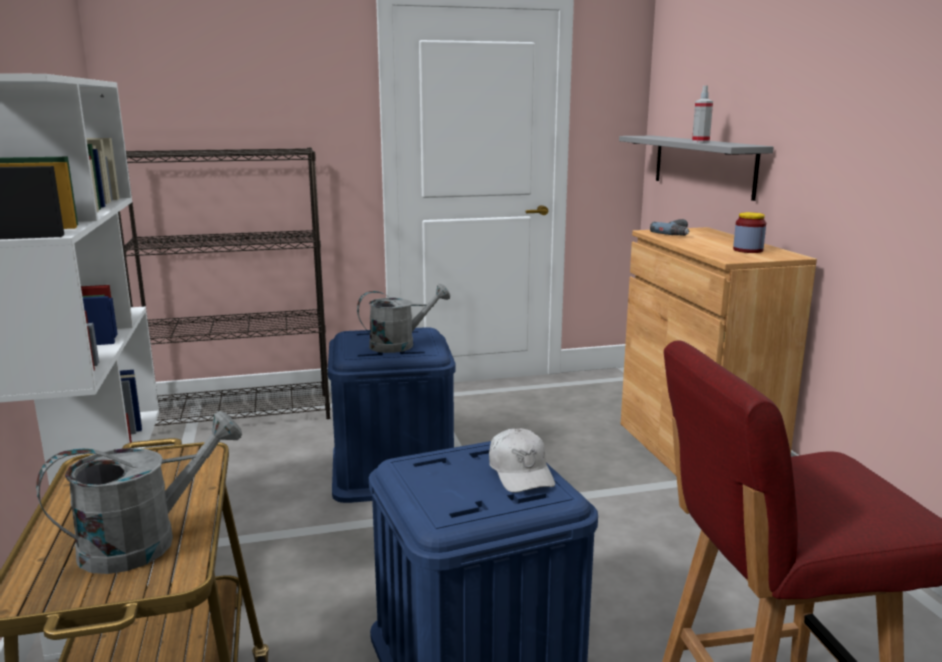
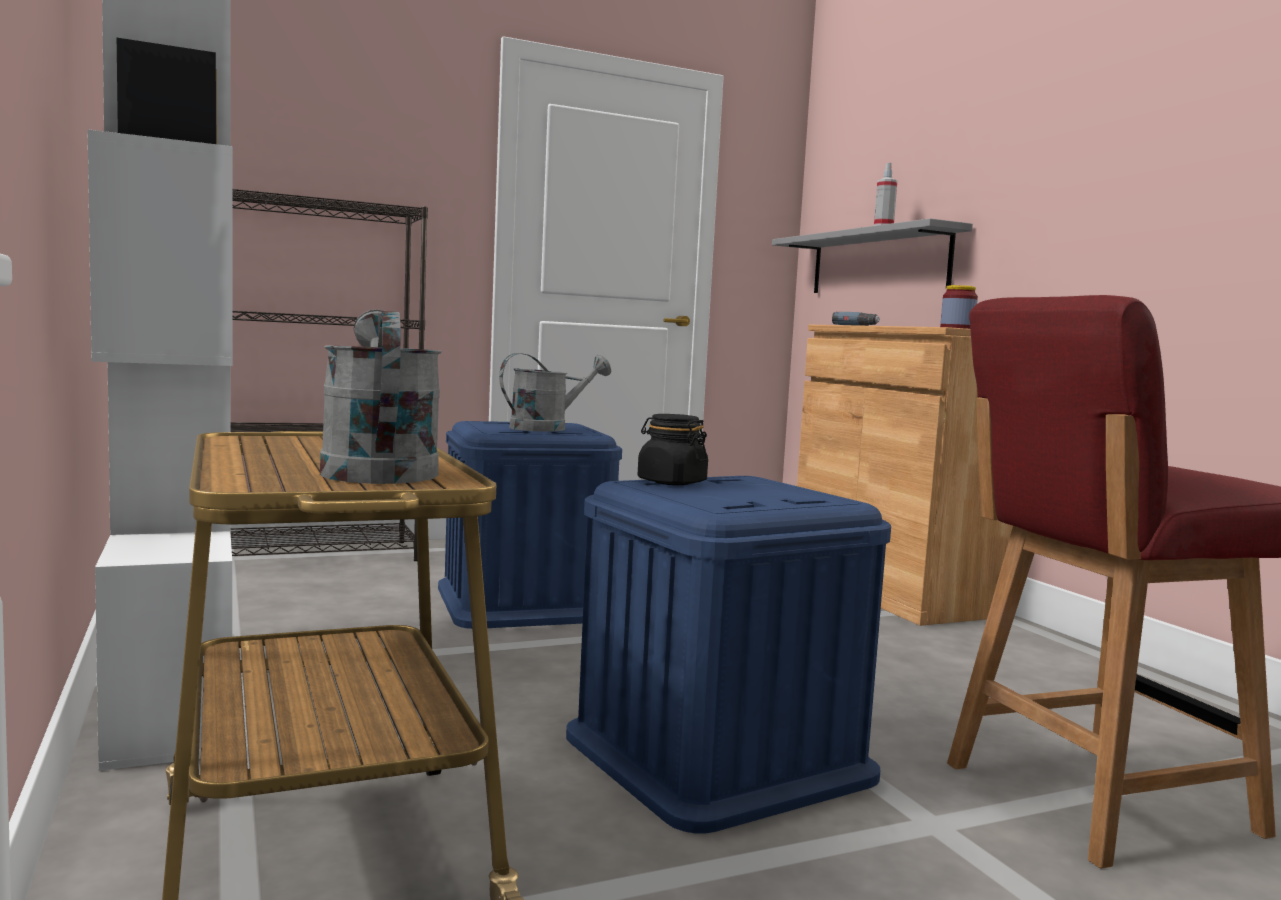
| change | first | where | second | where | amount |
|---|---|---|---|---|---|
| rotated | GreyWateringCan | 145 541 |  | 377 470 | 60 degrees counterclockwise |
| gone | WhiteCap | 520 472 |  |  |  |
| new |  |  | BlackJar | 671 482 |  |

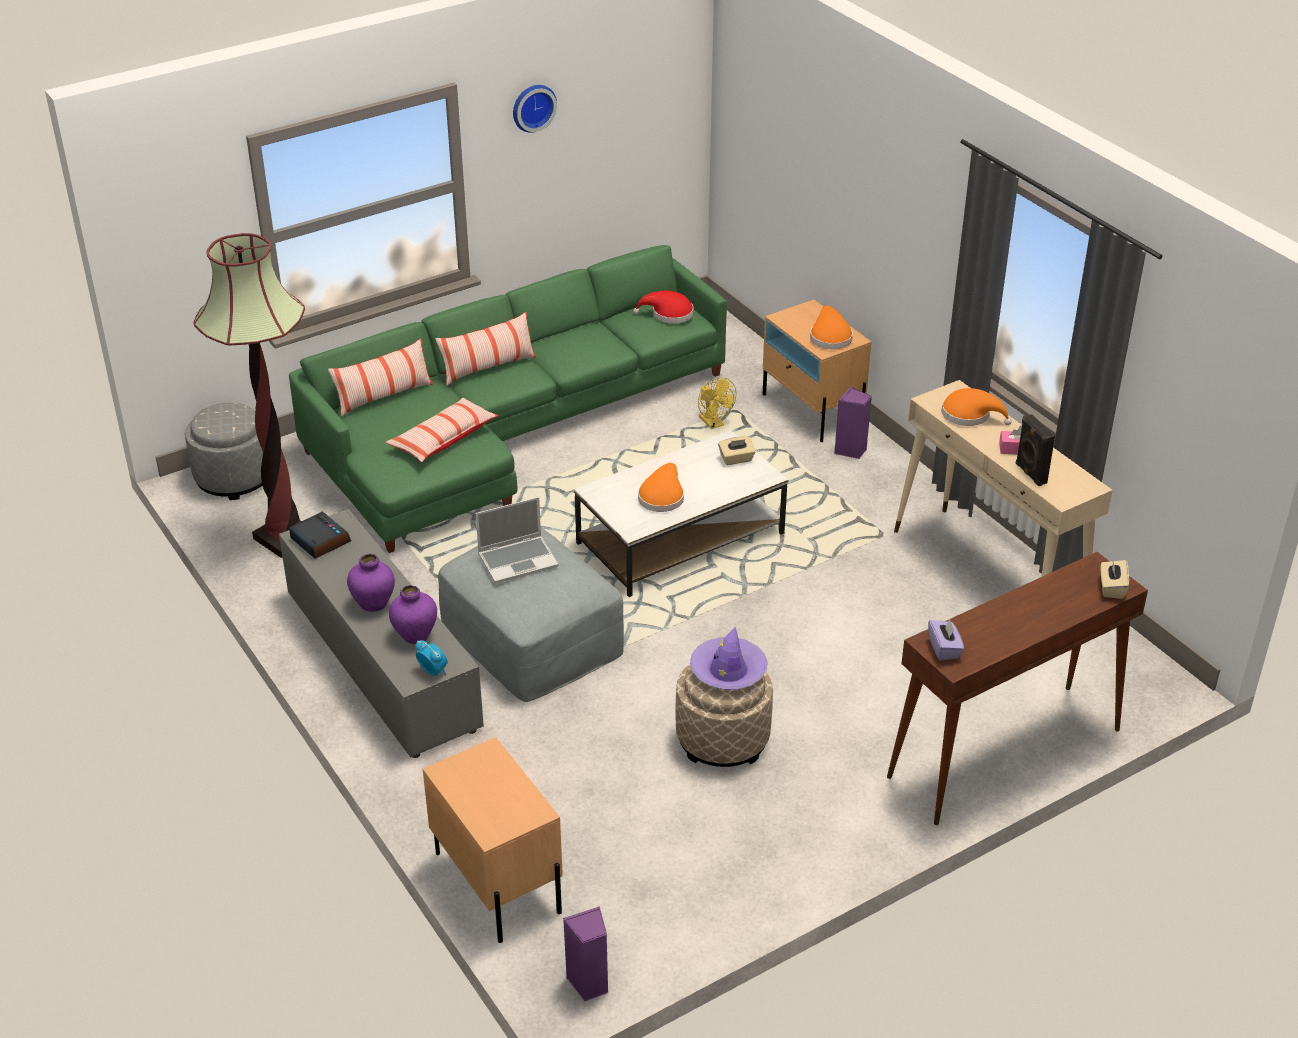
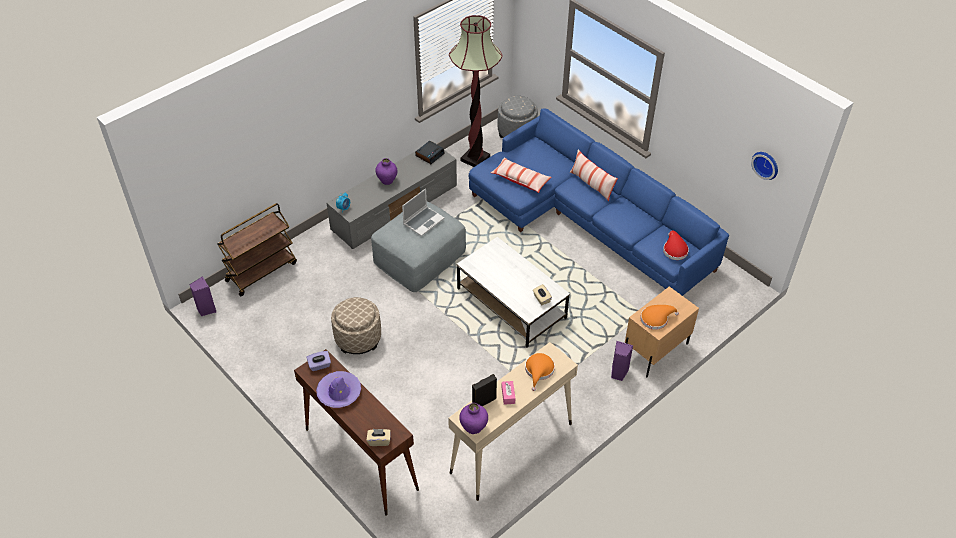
| change | first | where | second | where | amount |
|---|---|---|---|---|---|
| repainted | GreenSofa | 504 430 | BlueSofa | 587 218 |  |
| gone | Pillow | 383 397 |  |  |  |
| shifted | PurpleVase | 415 636 |  | 473 428 |  |
| swapped | BeigeNightstand | 497 881 | BrownCart | 261 271 |  |
| rotated | Laptop | 518 560 |  | 423 221 | 105 degrees counterclockwise |
| shifted | WallClock | 532 107 |  | 766 164 |  |
| gone | OrangeHat | 662 496 |  |  |  |
| shifted | PurpleHat | 728 671 |  | 339 392 |  |
| gone | YellowFan | 714 424 |  |  |  |

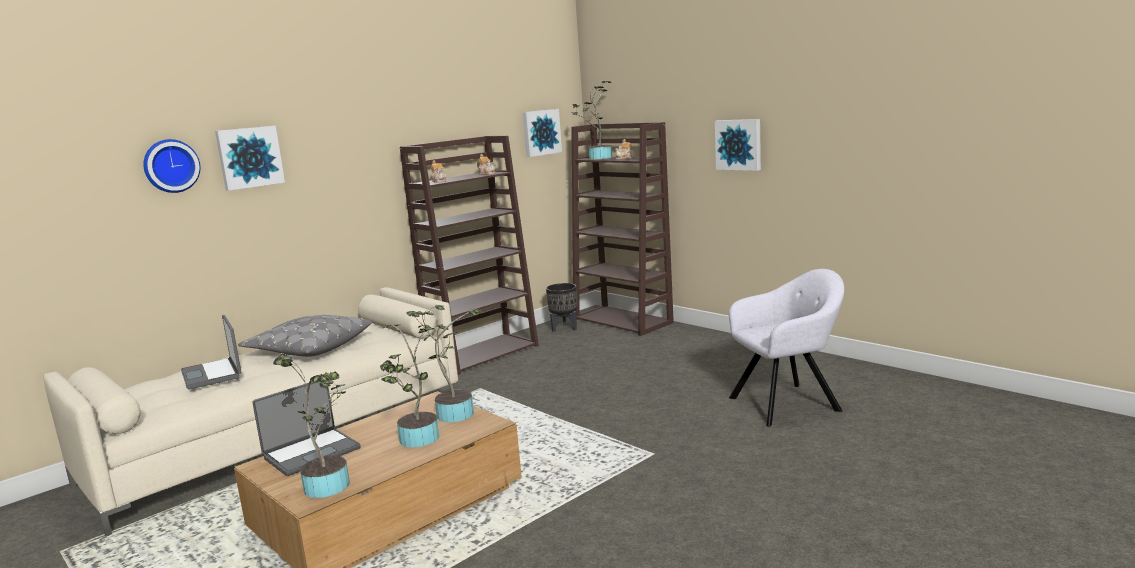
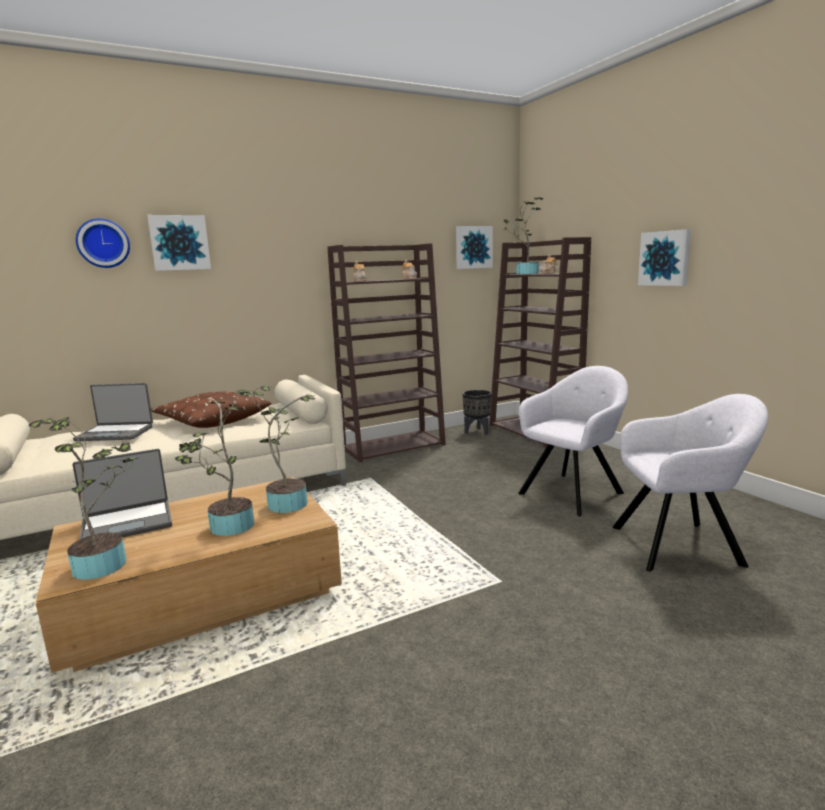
| change | first | where | second | where | amount |
|---|---|---|---|---|---|
| rotated | Laptop | 213 374 |  | 116 433 | 75 degrees counterclockwise |
| repainted | GreyPillow | 308 348 | BrownPillow | 212 420 |  |
| new |  |  | GreyArmchair | 573 492 |  |

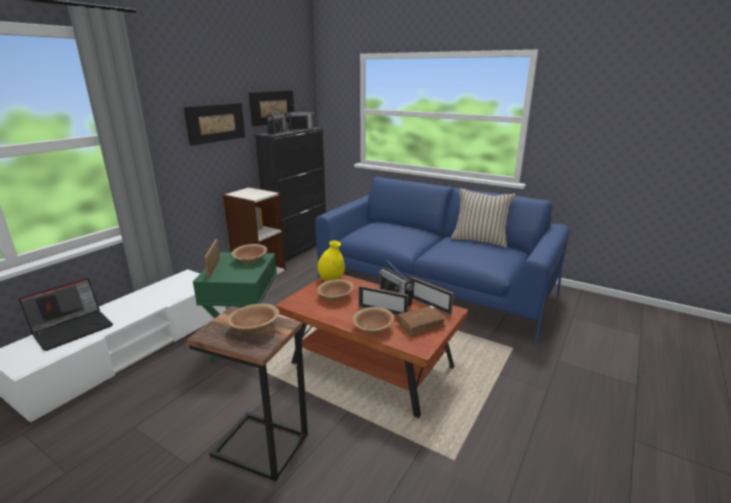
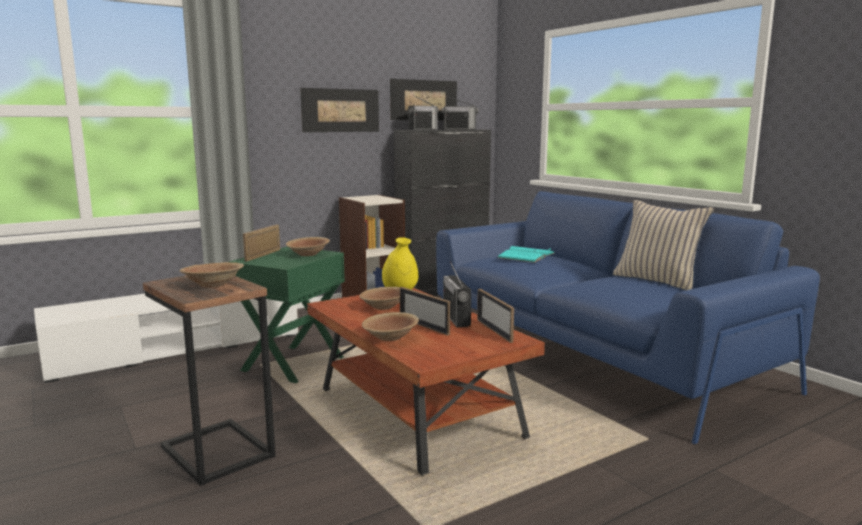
| change | first | where | second | where | amount |
|---|---|---|---|---|---|
| gone | Laptop | 73 328 |  |  |  |
| gone | BrownBook | 421 325 |  |  |  |
| new |  |  | TurquoiseBook | 526 255 |  |

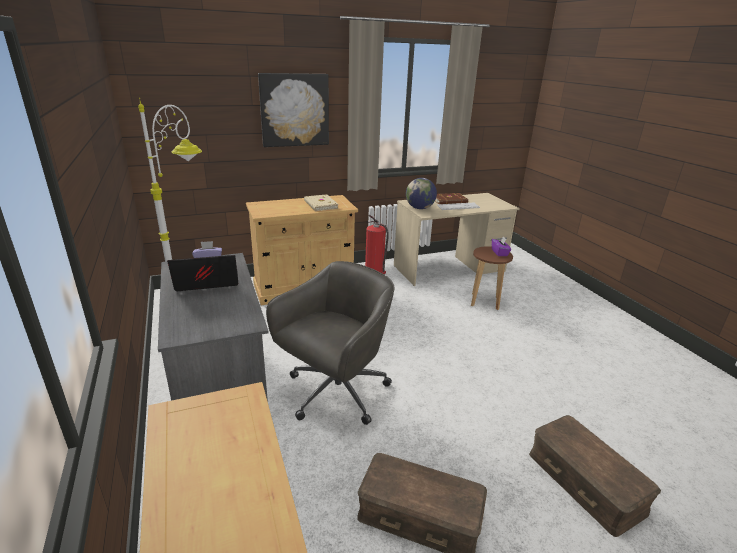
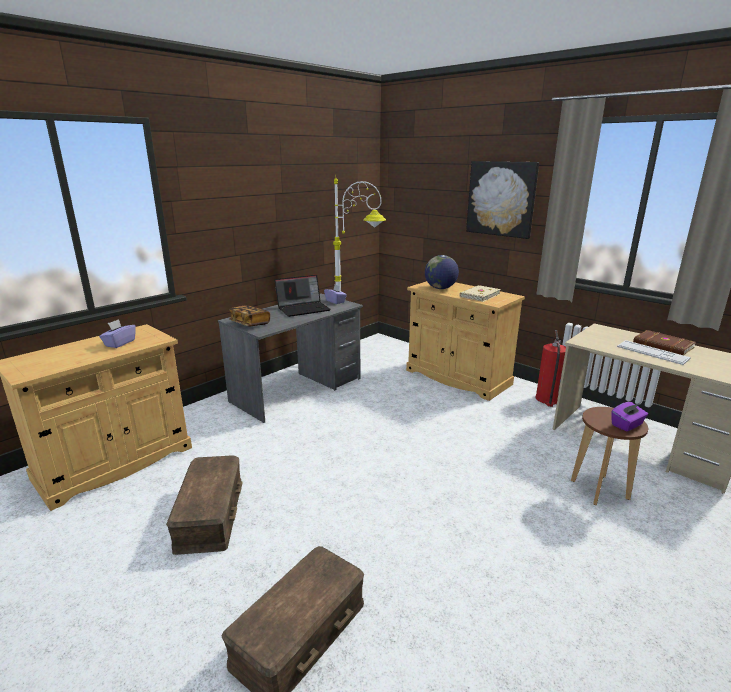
| change | first | where | second | where | amount |
|---|---|---|---|---|---|
| rotated | Laptop | 206 283 |  | 303 309 | 105 degrees clockwise |
| gone | GreyOfficeChair | 335 393 |  |  |  |
| shifted | Globe | 420 208 |  | 440 288 |  |
| new |  |  | PurpleTissueBox | 119 343 |  |
| new |  |  | Book | 250 323 |  |

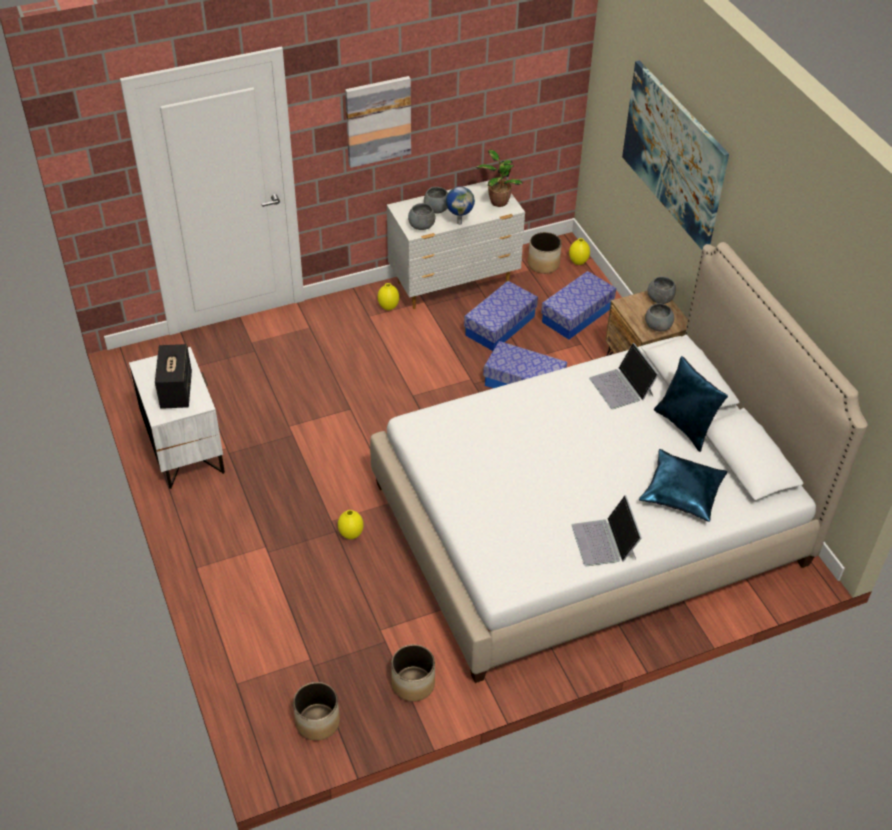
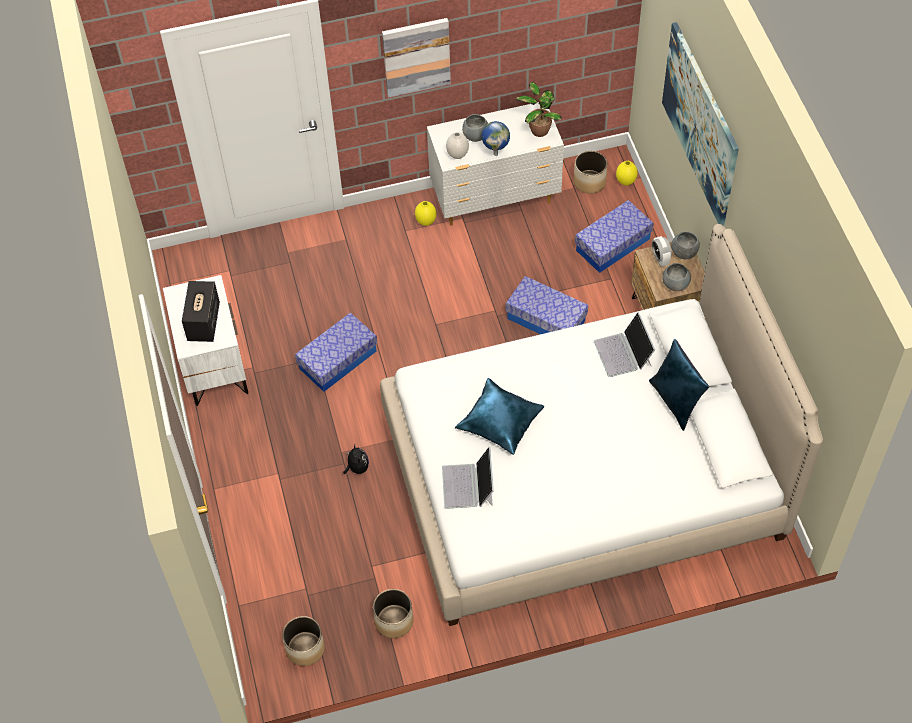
| change | first | where | second | where | amount |
|---|---|---|---|---|---|
| swapped | YellowVase | 350 534 | PlushToy | 357 468 |  |
| swapped | GreyBowl | 422 226 | WhiteVase | 458 155 |  |
| shifted | StorageBox | 500 326 |  | 338 360 |  |
| shifted | Laptop | 604 541 |  | 468 486 |  |
| shifted | BluePillow | 681 493 |  | 499 422 |  |
| new |  |  | AlarmClock | 660 259 |  |

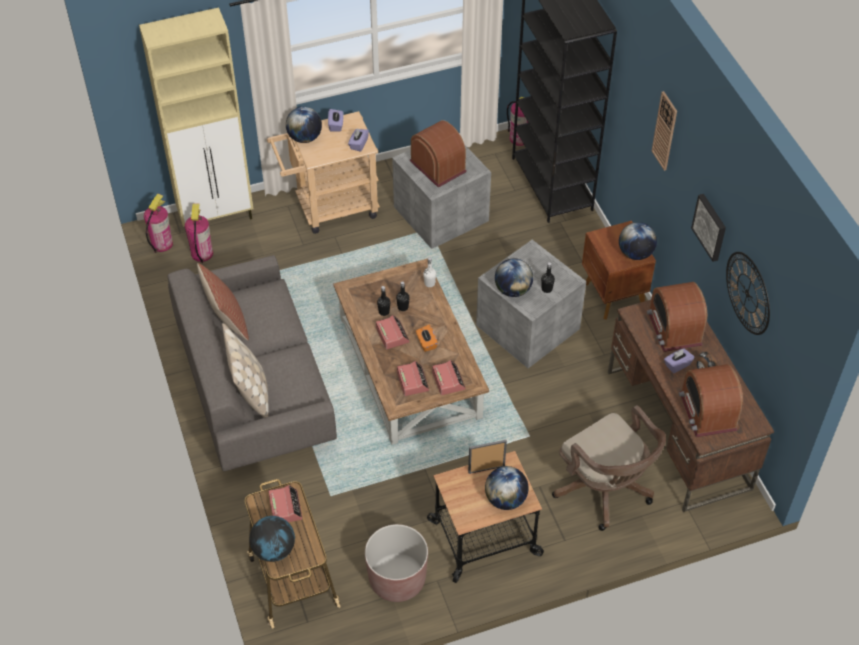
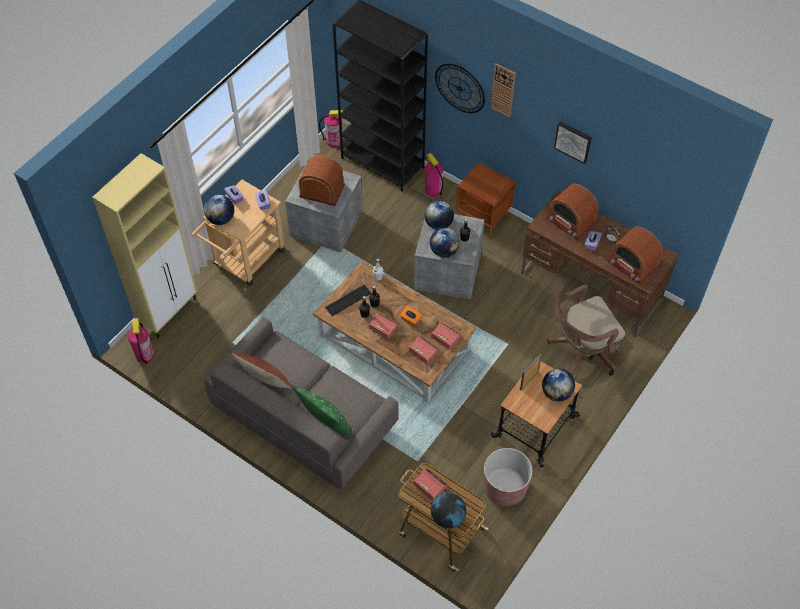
| change | first | where | second | where | amount |
|---|---|---|---|---|---|
| shifted | FireExtinguisher | 202 253 |  | 433 190 |  |
| repainted | BeigePillow | 250 391 | GreenPillow | 325 422 |  |
| rotated | BrownOfficeChair | 605 491 |  | 581 351 | 135 degrees clockwise |
| shifted | Globe | 635 253 |  | 438 224 |  |
| shifted | WallClock | 747 293 |  | 459 88 |  |
| new |  |  | Keyboard | 348 300 |  |

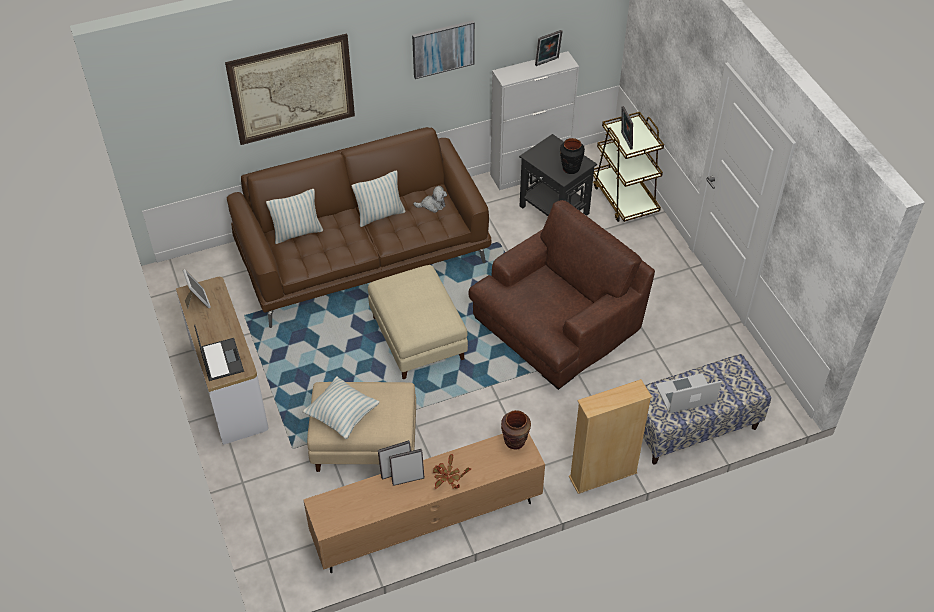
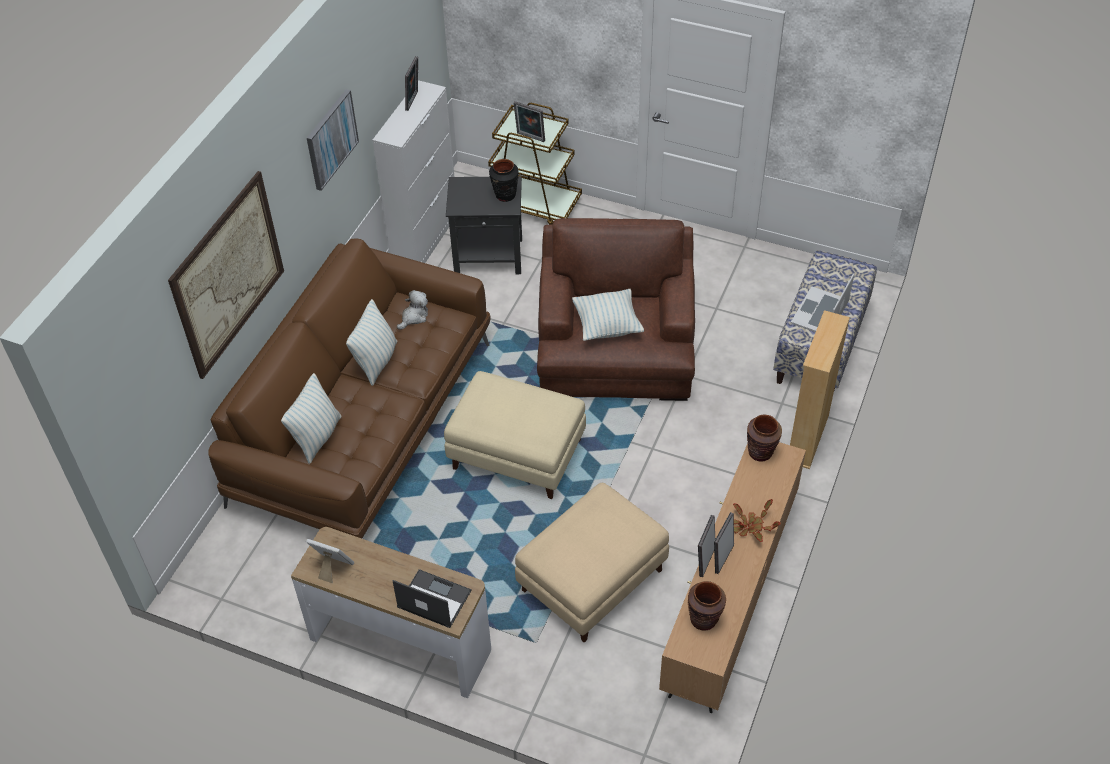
| change | first | where | second | where | amount |
|---|---|---|---|---|---|
| shifted | Pillow | 342 416 |  | 607 326 |  |
| new |  |  | BrownVase | 704 619 |  |

